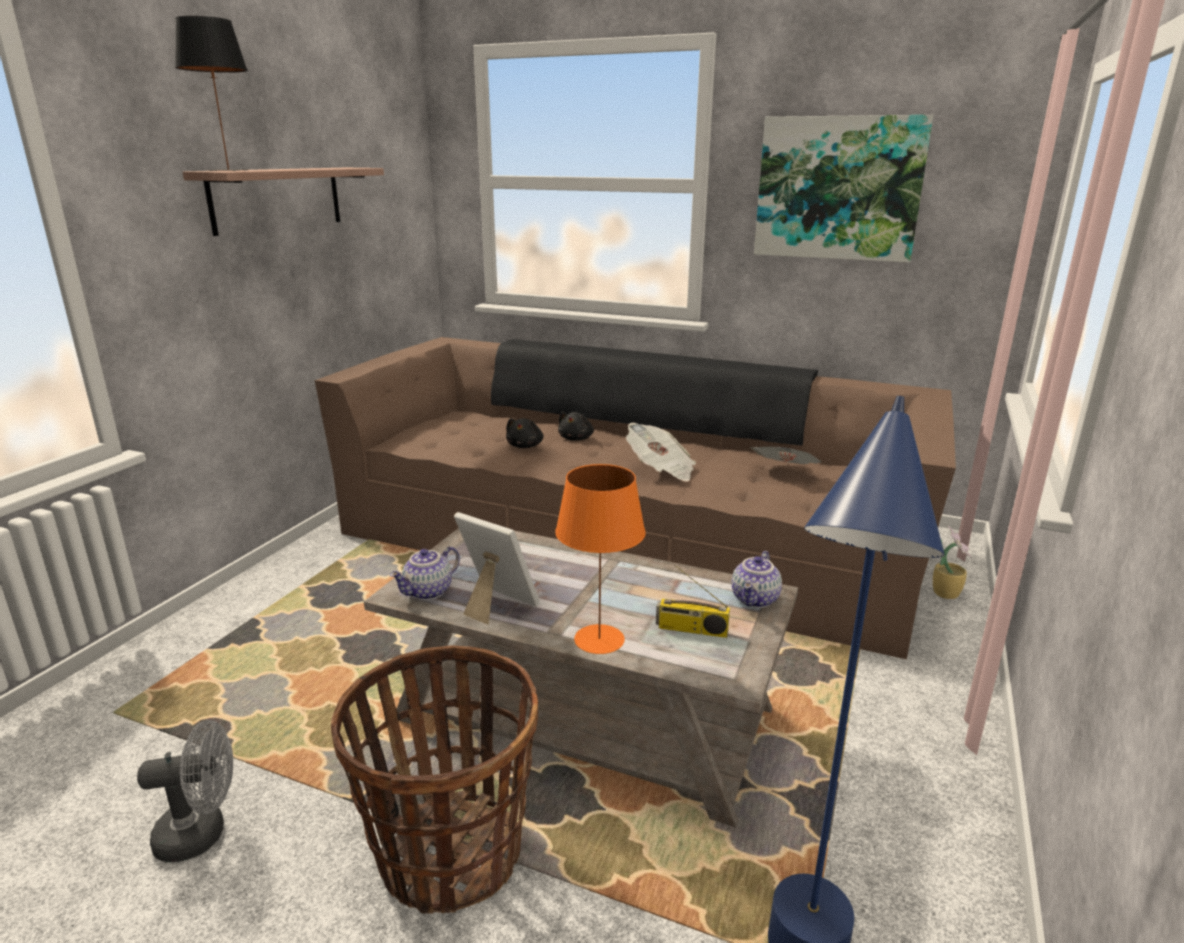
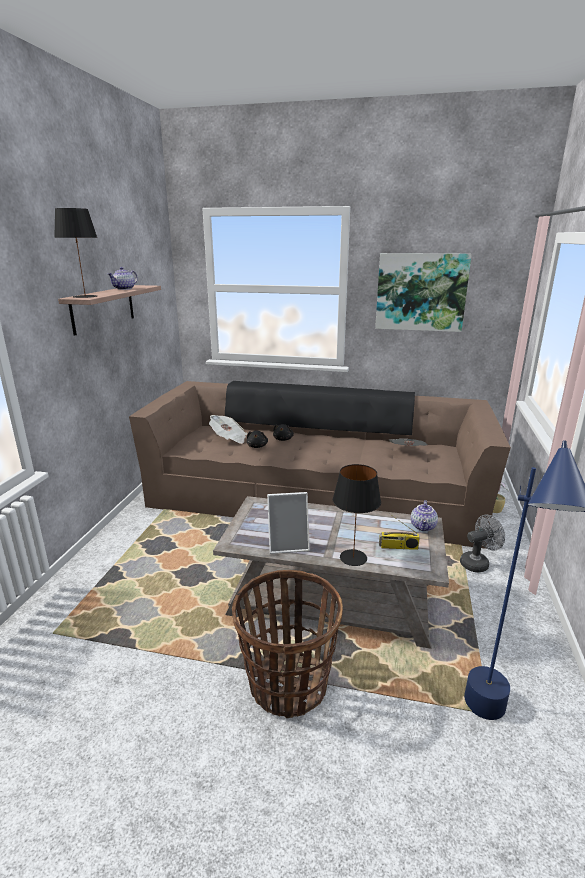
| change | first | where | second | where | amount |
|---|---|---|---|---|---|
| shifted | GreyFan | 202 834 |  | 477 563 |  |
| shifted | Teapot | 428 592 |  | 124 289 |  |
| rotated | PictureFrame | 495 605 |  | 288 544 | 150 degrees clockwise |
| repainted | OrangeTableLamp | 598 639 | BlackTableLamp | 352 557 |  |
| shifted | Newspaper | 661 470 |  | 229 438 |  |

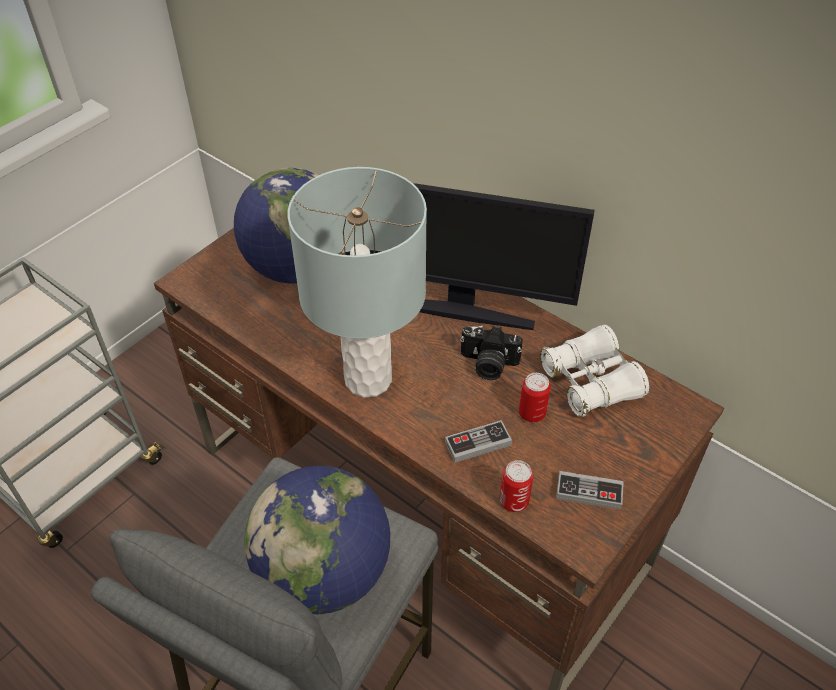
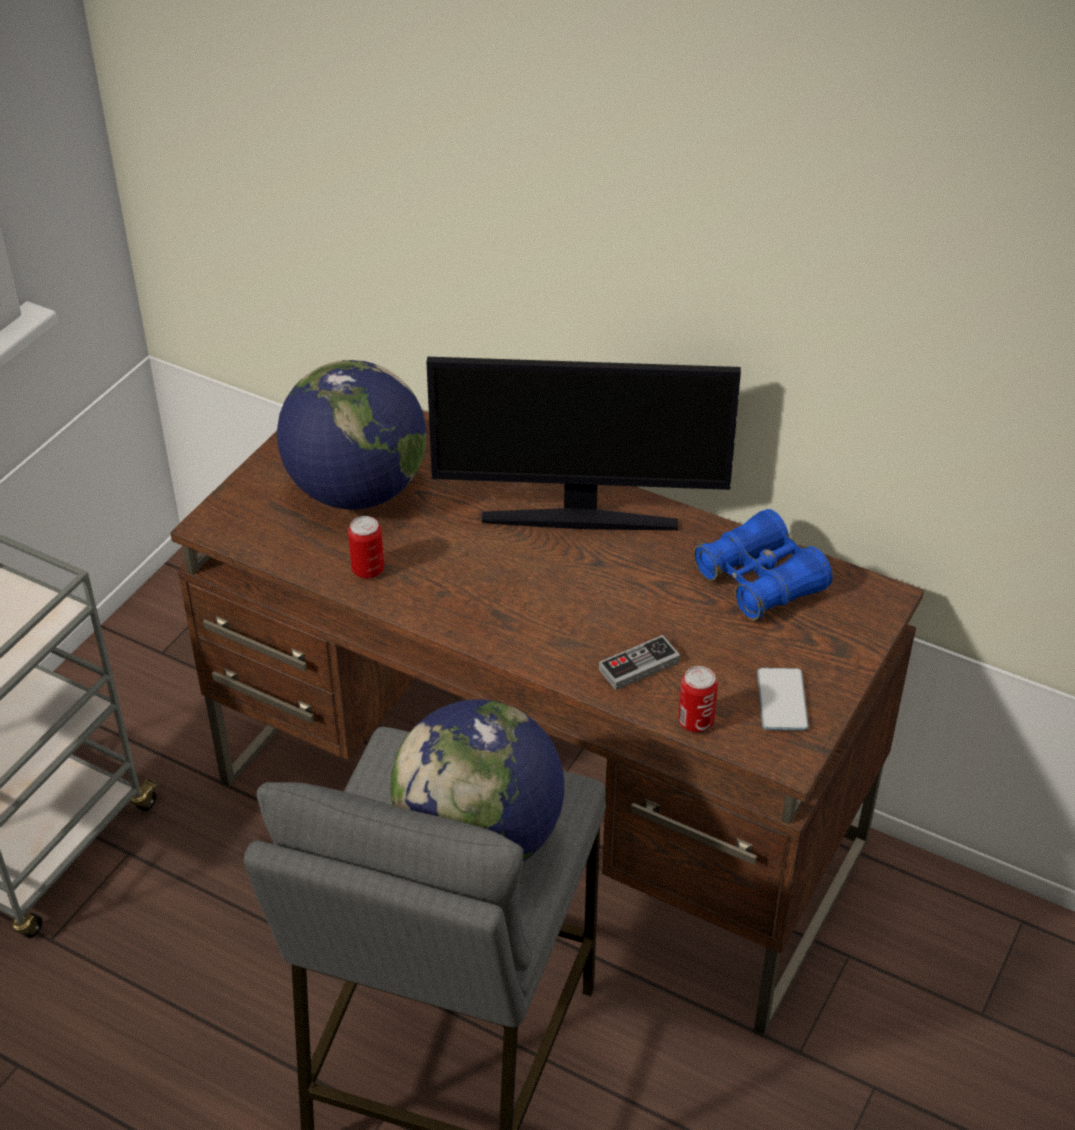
| change | first | where | second | where | amount |
|---|---|---|---|---|---|
| gone | GreyTableLamp | 367 379 |  |  |  |
| gone | PhotoCamera | 488 364 |  |  |  |
| shifted | Can | 532 413 |  | 368 570 |  |
| repainted | WhiteBinoculars | 590 382 | BlueBinoculars | 760 581 |  |
| swapped | GameController | 589 492 | Phone | 782 701 |  |

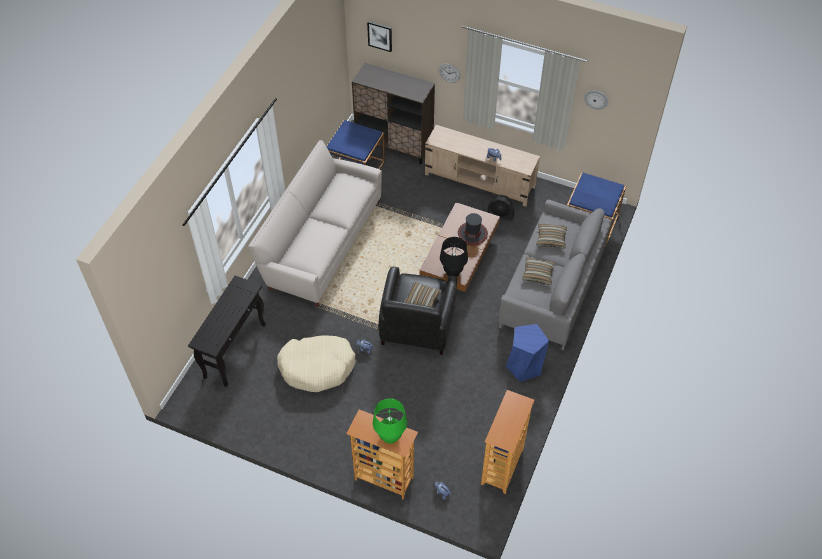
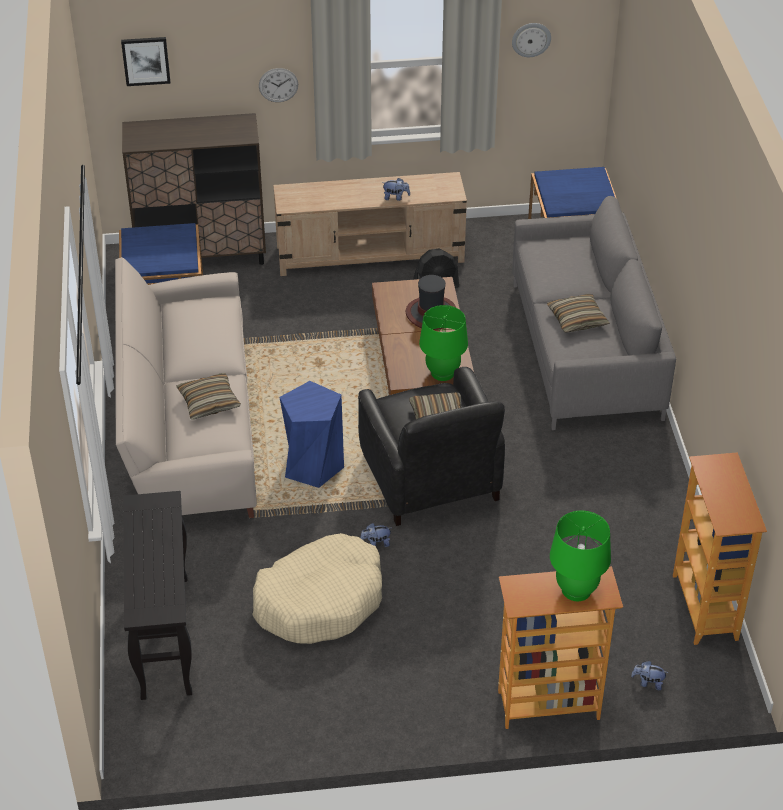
| change | first | where | second | where | amount |
|---|---|---|---|---|---|
| repainted | BlackTableLamp | 453 271 | GreenTableLamp | 442 373 |  |
| shifted | BlueStool | 524 366 |  | 312 466 |  |
| shifted | Pillow | 551 239 |  | 209 402 |  |

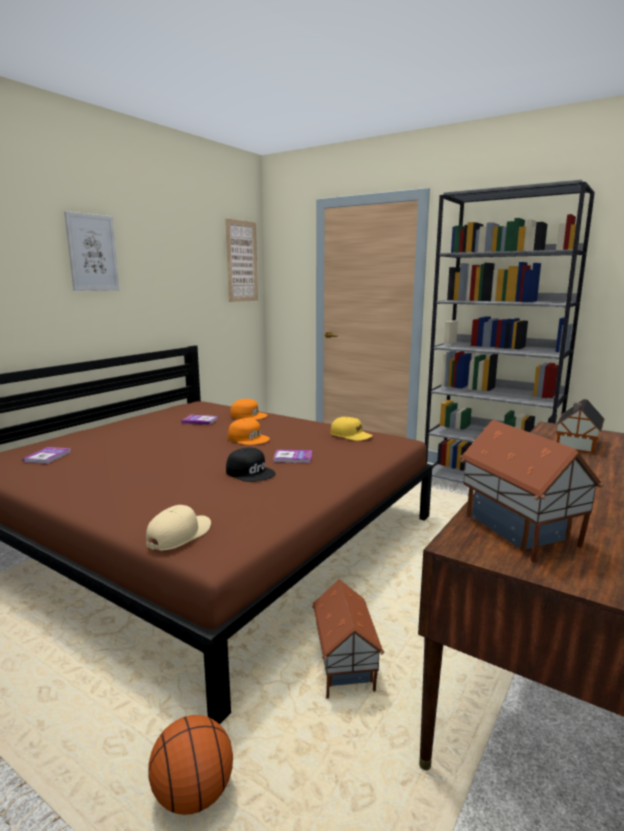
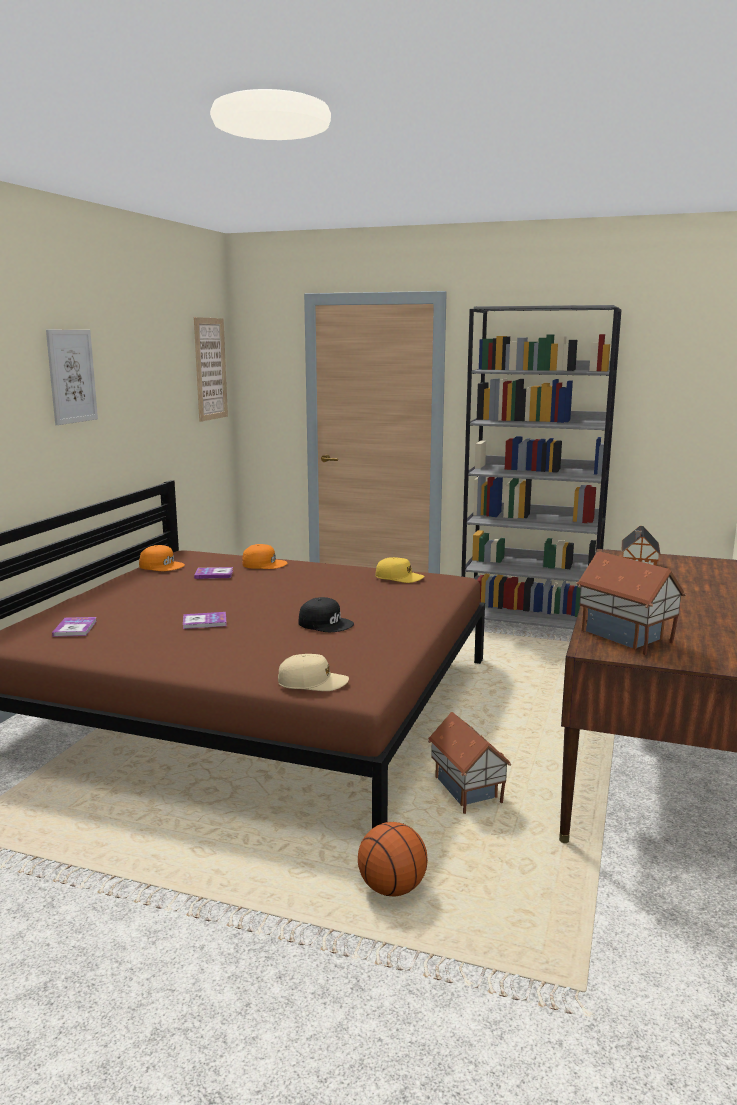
| change | first | where | second | where | amount |
|---|---|---|---|---|---|
| rotated | BeigeCap | 179 535 |  | 312 683 | 75 degrees clockwise |
| shifted | OrangeCap | 249 438 |  | 162 565 |  |
| shifted | Book | 293 457 |  | 204 622 |  |

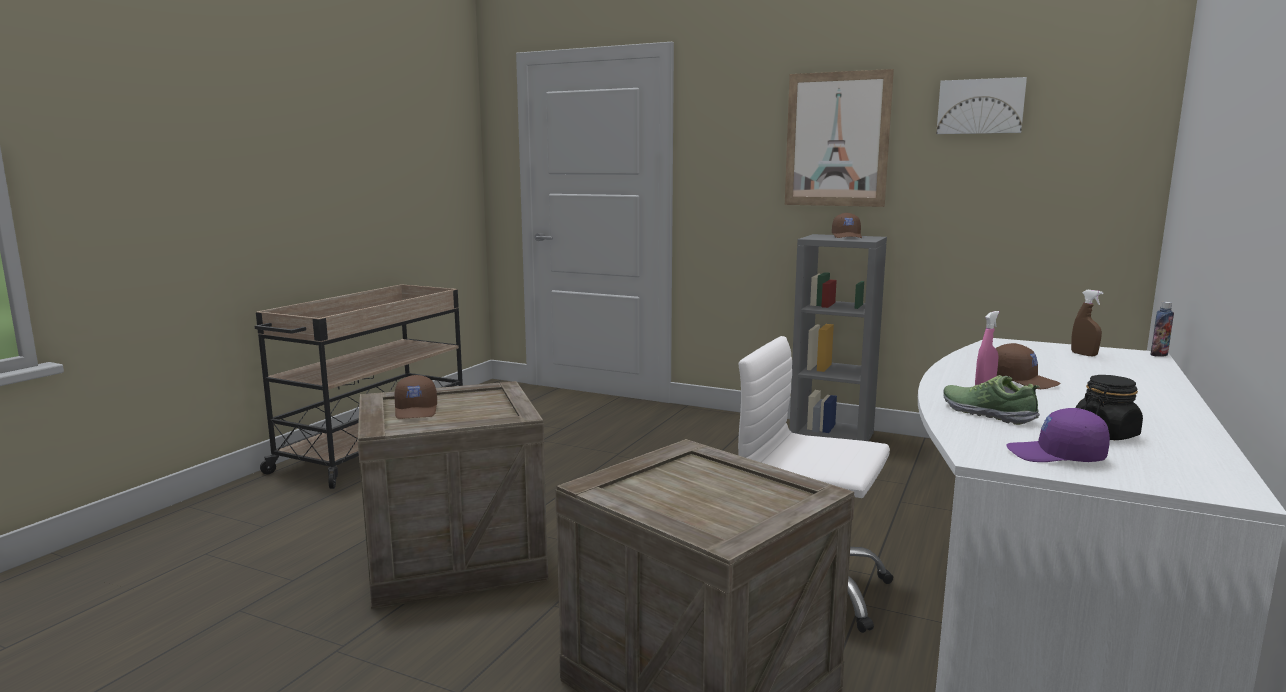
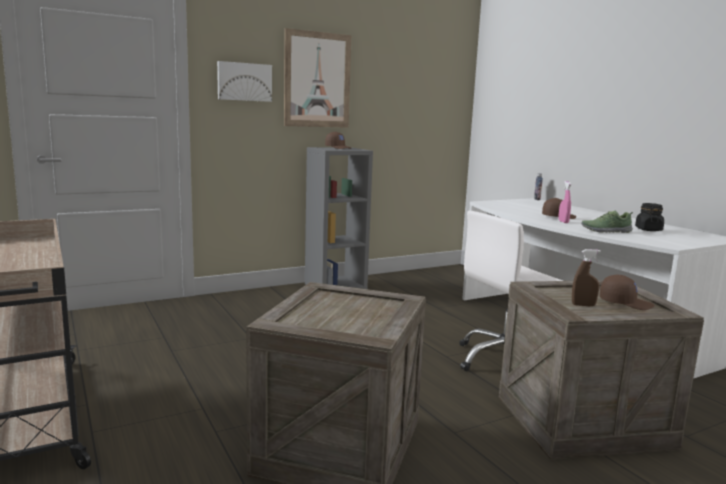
| change | first | where | second | where | amount |
|---|---|---|---|---|---|
| shifted | BrownCap | 417 411 |  | 625 303 |  |
| shifted | Picture | 980 106 |  | 244 82 |  |
| gone | PurpleCap | 1056 456 |  |  |  |
| shifted | BrownSprayBottle | 1084 354 |  | 583 305 |  |

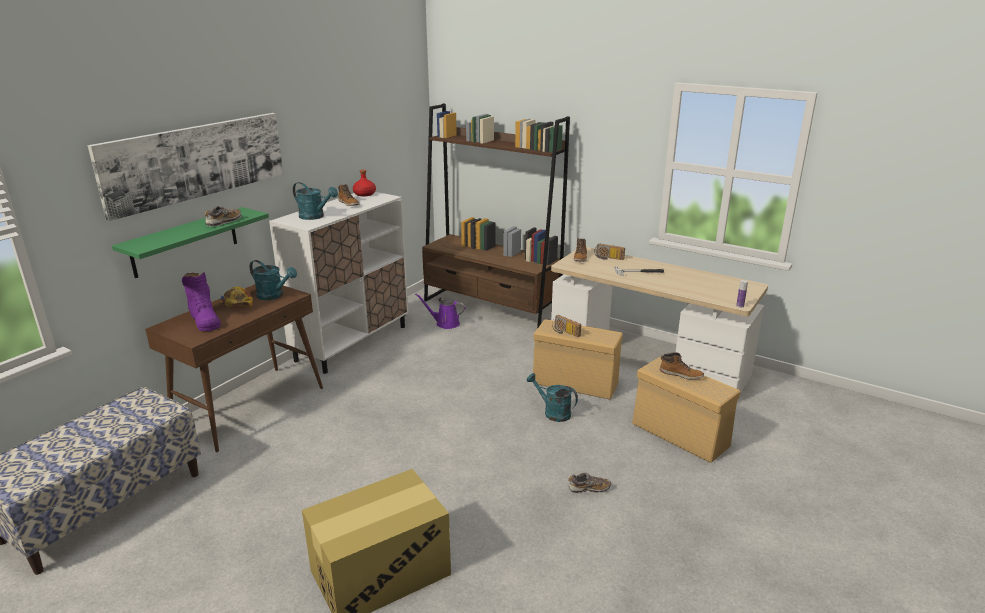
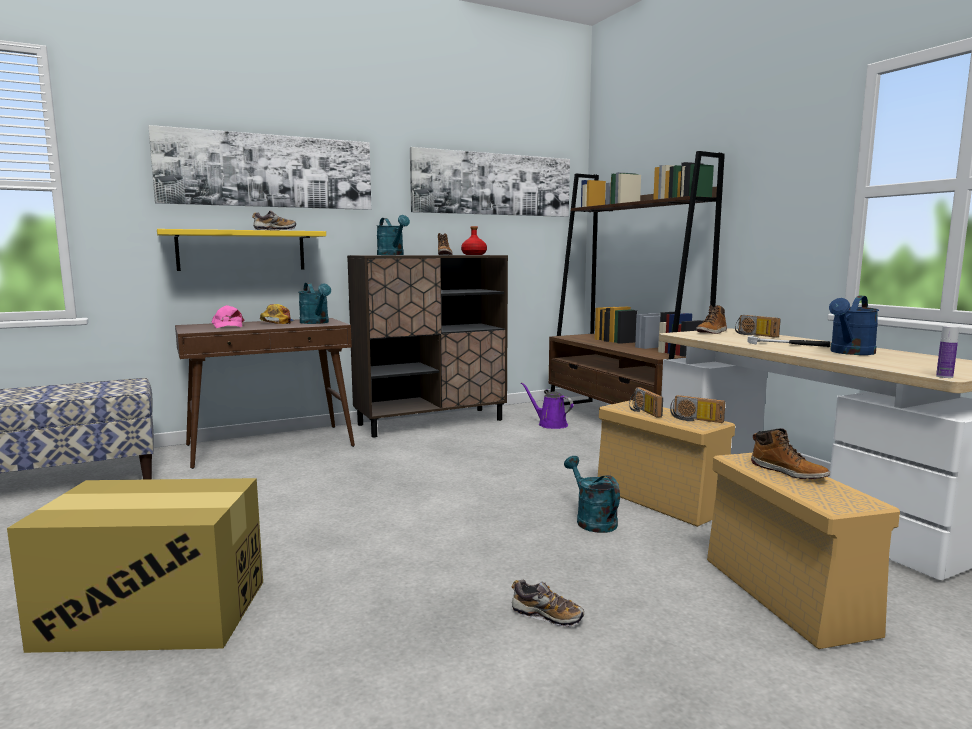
| change | first | where | second | where | amount |
|---|---|---|---|---|---|
| repainted | GreenShelf | 185 242 | YellowShelf | 241 250 |  |
| swapped | PurpleBoot | 204 320 | PinkCap | 228 326 |  |
| repainted | WhiteCabinet | 352 343 | BrownCabinet | 431 422 |  |
| new |  |  | Picture | 493 184 |  |
| new |  |  | Radio | 695 420 |  |
| new |  |  | BlueWateringCan | 850 353 |  |

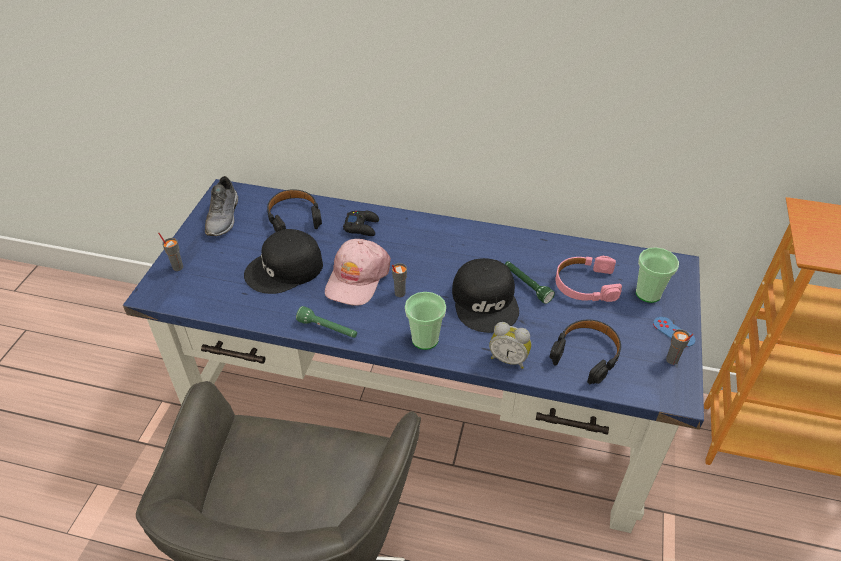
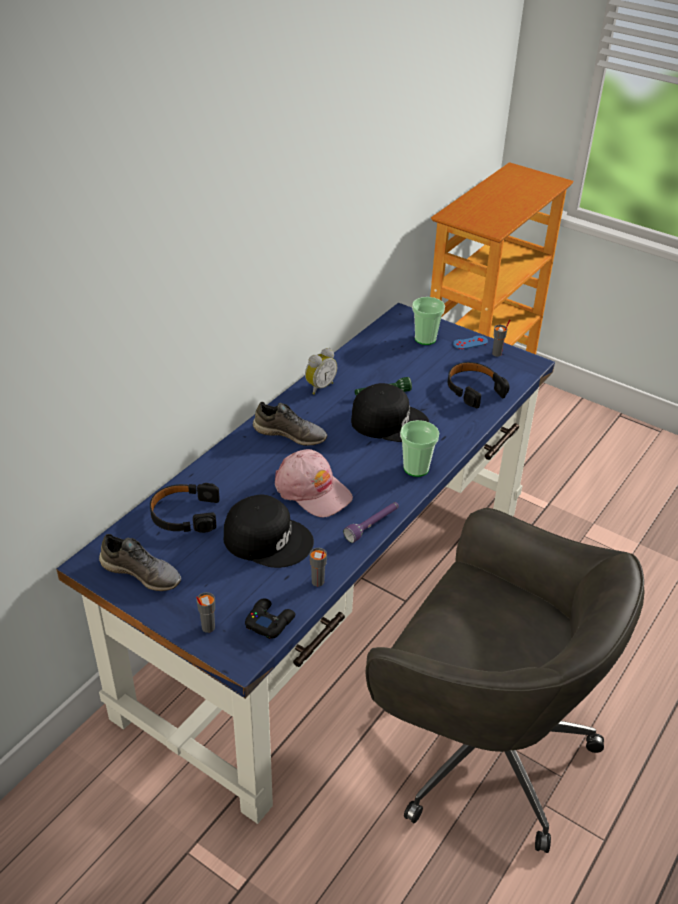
| change | first | where | second | where | amount |
|---|---|---|---|---|---|
| rotated | BlackCap | 285 269 |  | 268 538 | 60 degrees counterclockwise |
| repainted | GreenFlashlight | 328 329 | PurpleFlashlight | 372 526 |  |
| shifted | BlackGameController | 362 226 |  | 269 621 |  |
| shifted | GreyCup | 399 293 |  | 317 582 |  |
| shifted | AlarmClock | 509 359 |  | 319 386 |  |
| gone | PinkHeadphones | 585 285 |  |  |  |
| new |  |  | GreyShoe | 290 434 |  |

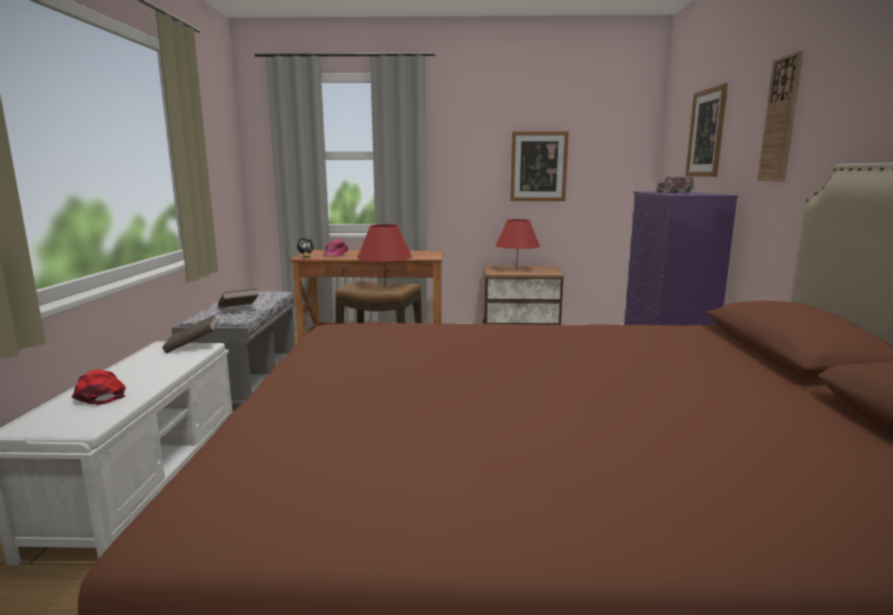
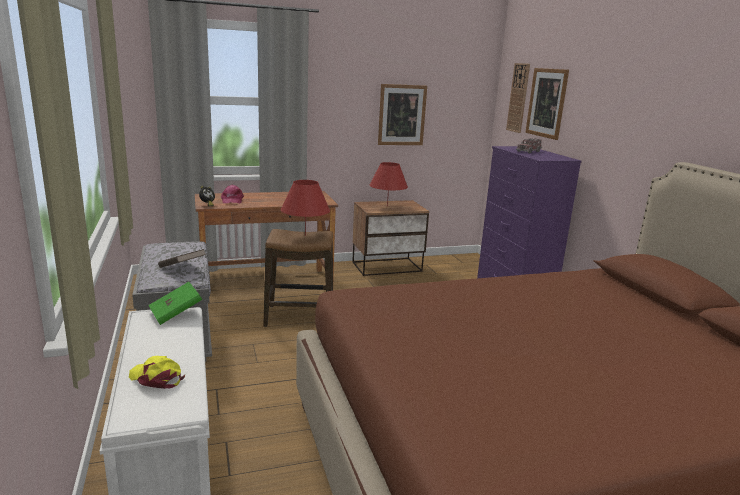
| change | first | where | second | where | amount |
|---|---|---|---|---|---|
| repainted | RedCap | 100 395 | YellowCap | 156 378 |  |
| repainted | BrownBook | 193 346 | GreenBook | 176 314 |  |
| shifted | WallClock | 780 120 |  | 518 98 |  |

